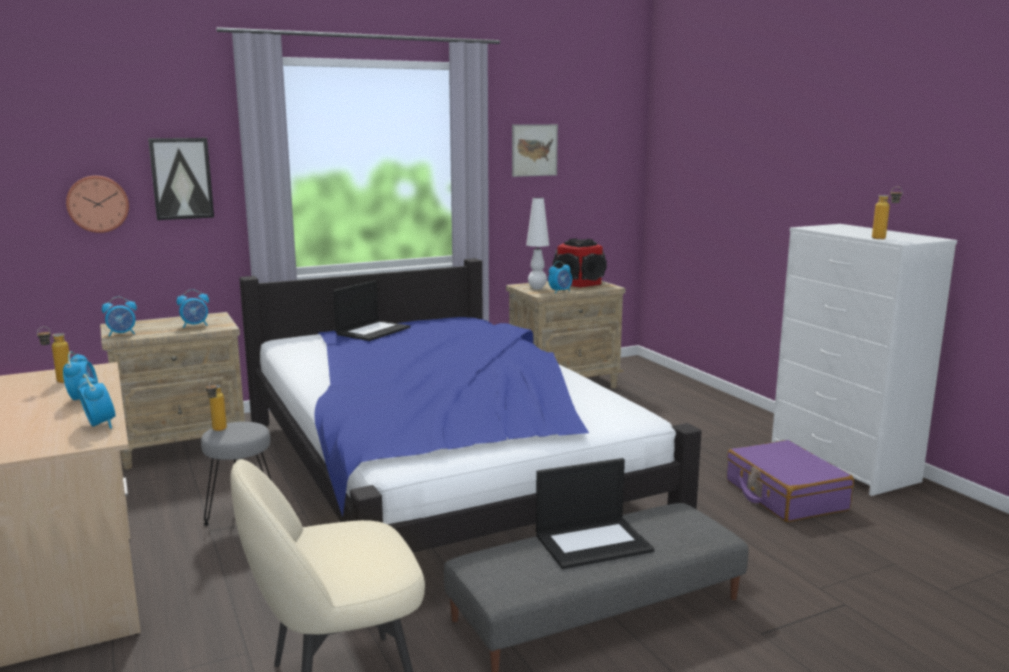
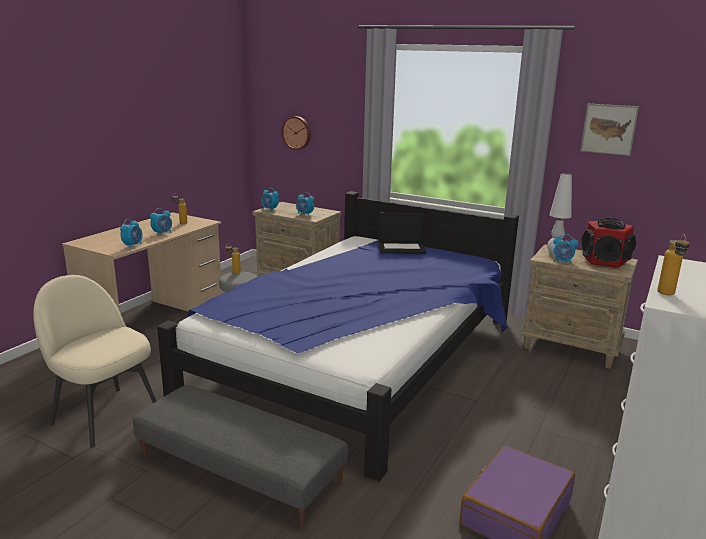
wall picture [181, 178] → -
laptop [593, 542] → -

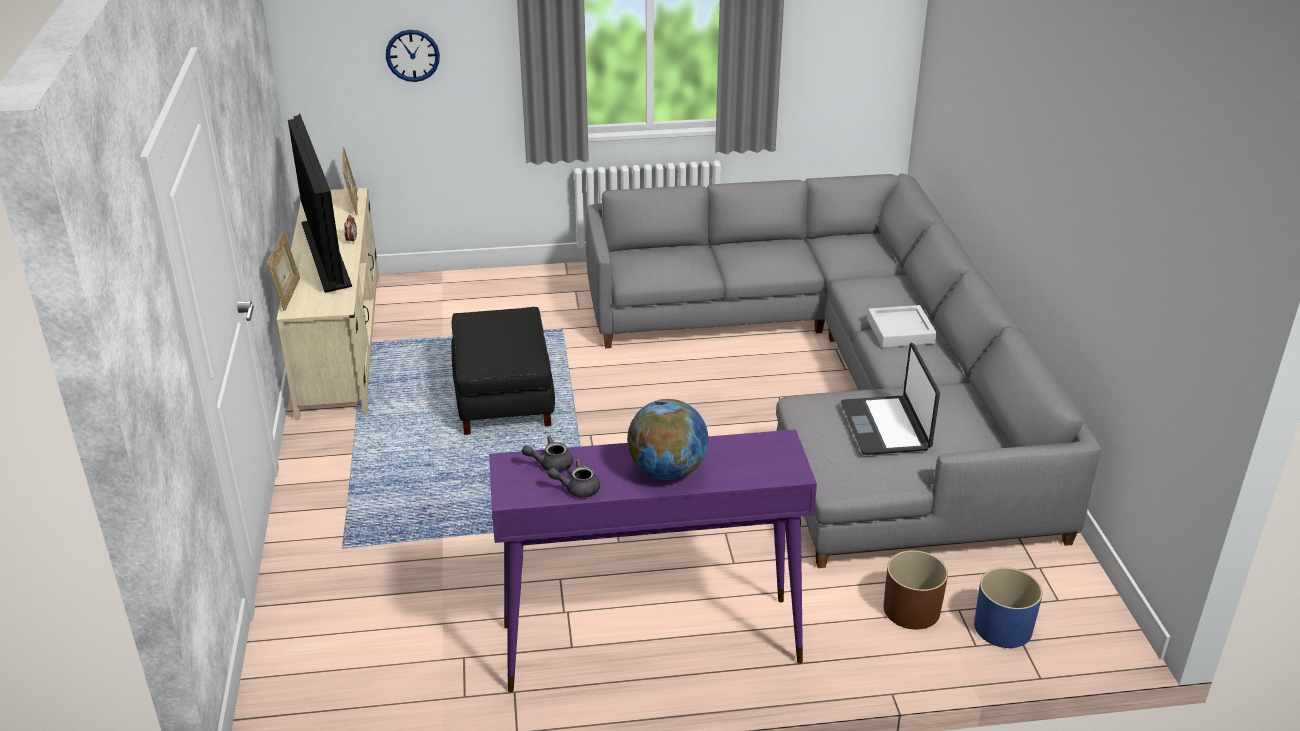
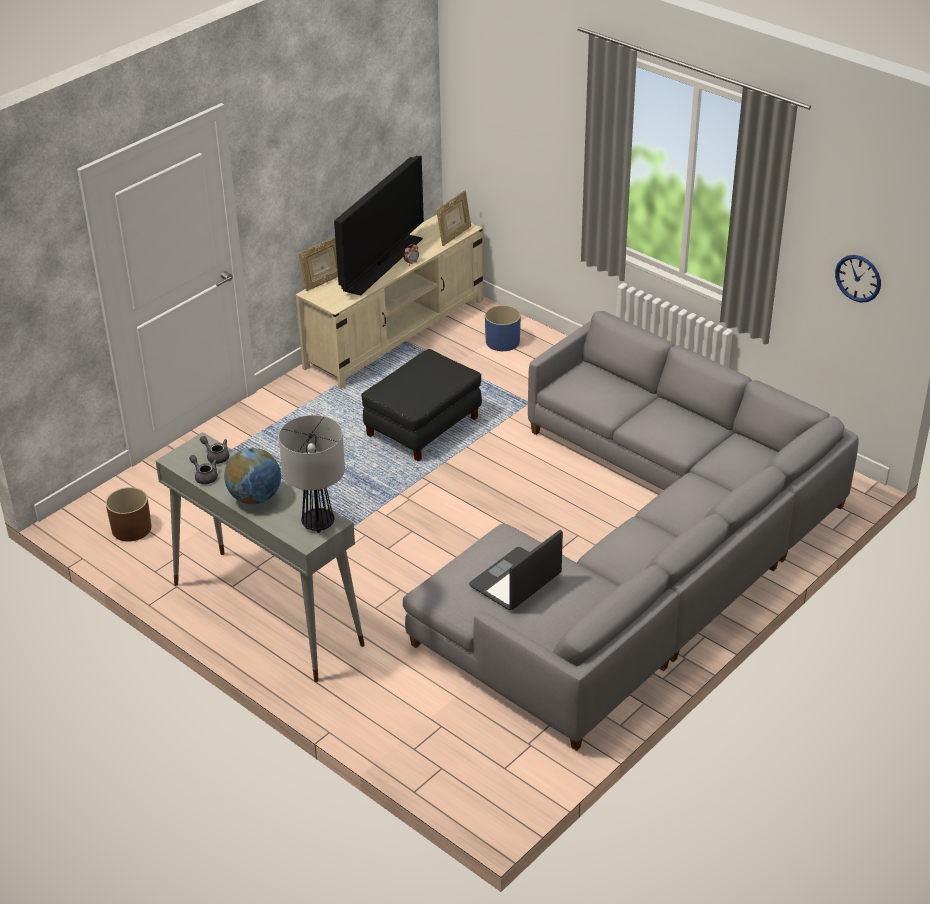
plant pot in brown-coloured [912, 609] → plant pot in brown-coloured [132, 529], relocated
console table in purple [649, 644] → console table in greyish [266, 613]
- → lamp for a table [318, 523]
plant pot in blue [1003, 627] → plant pot in blue [503, 342], relocated
clock on the wall [412, 55] → clock on the wall [858, 278], relocated
carrying tray in greyish [900, 331] → -

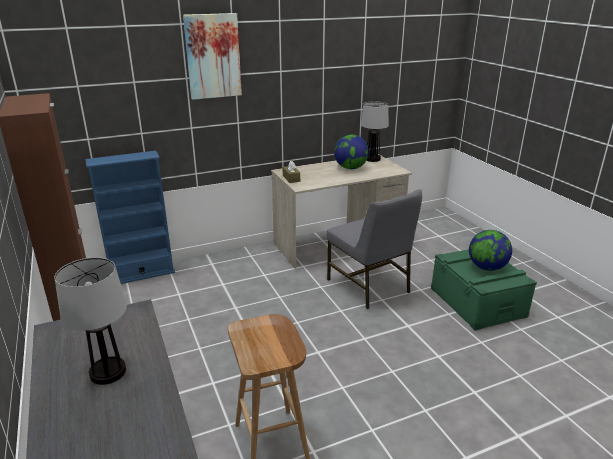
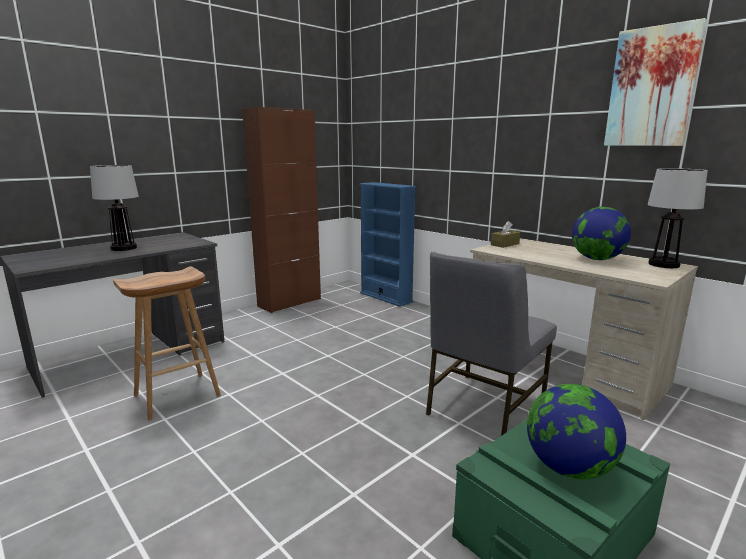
wall picture [213, 56] → wall picture [652, 88], relocated

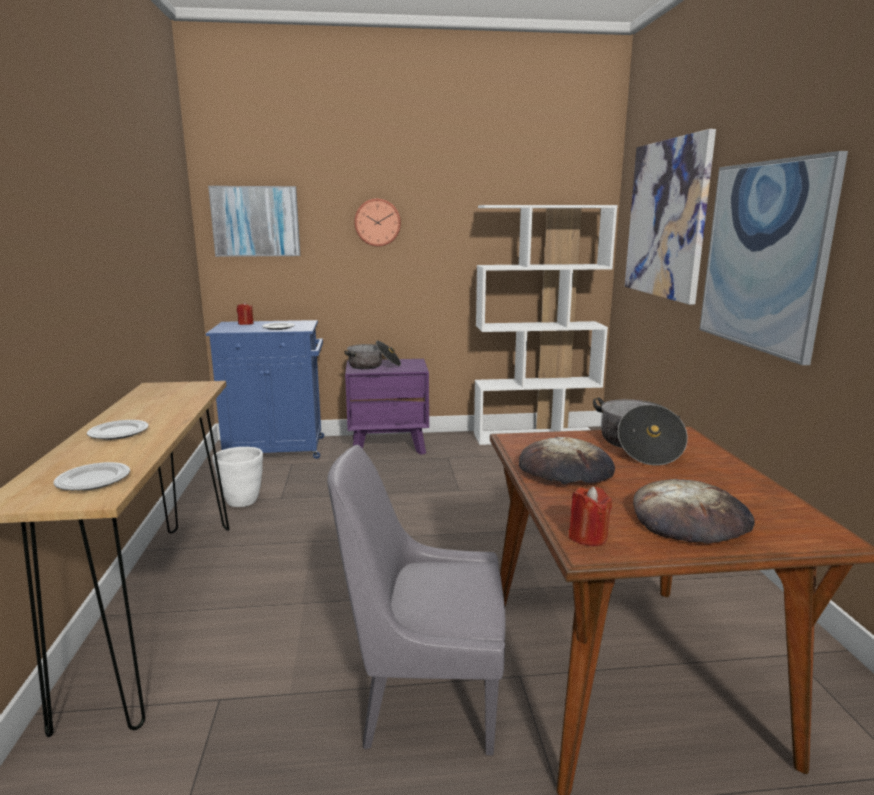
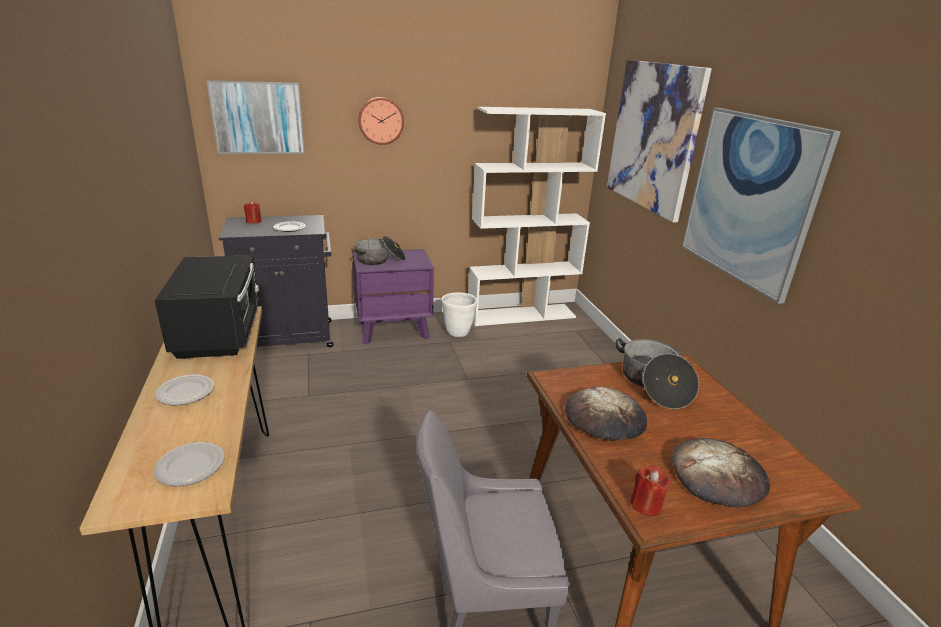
- → kitchen microwave in black [220, 333]
cabinet in blue [277, 449] → cabinet in black [289, 337]
plant pot in white [242, 501] → plant pot in white [457, 332], relocated

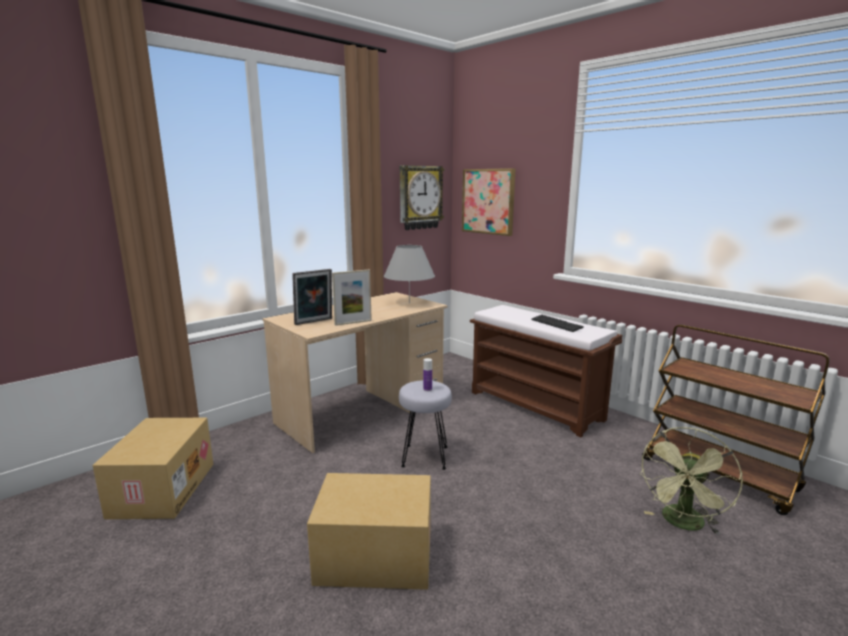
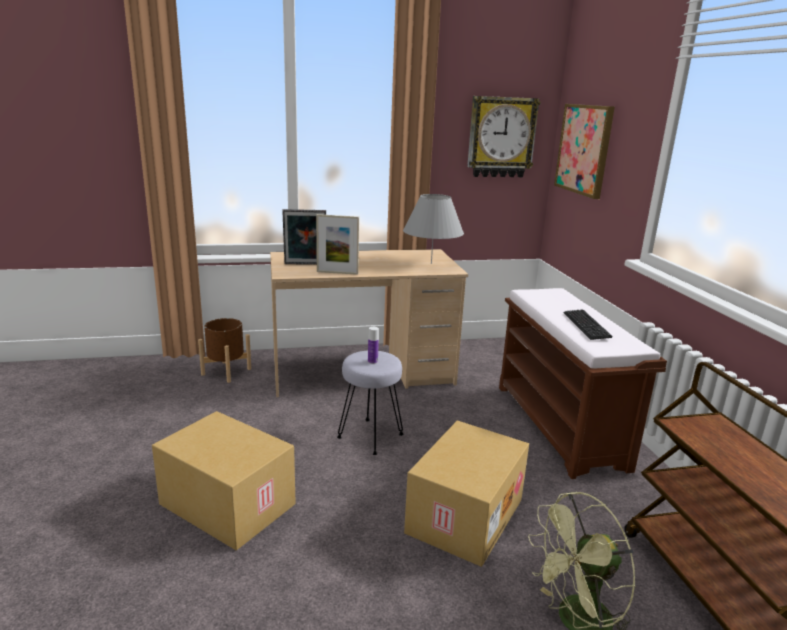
- → plant pot in brown-coloured [226, 371]
cardboard box [162, 489] → cardboard box [463, 514], relocated

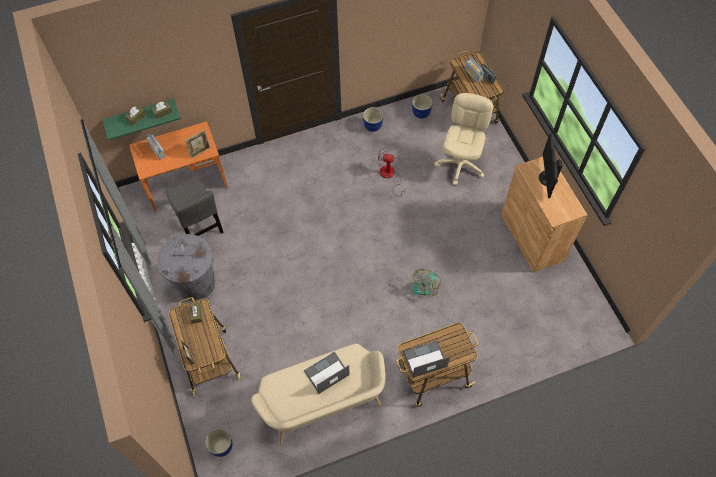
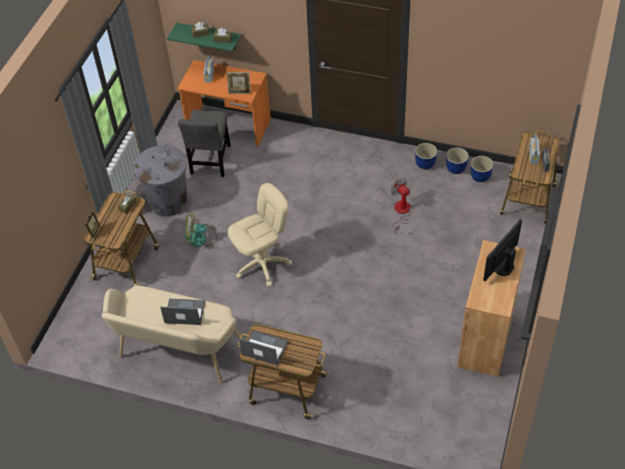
cooling fan [426, 285] → cooling fan [200, 238], relocated
office chair in beige [460, 164] → office chair in beige [262, 264], relocated
plant pot [222, 446] → plant pot [456, 169], relocated

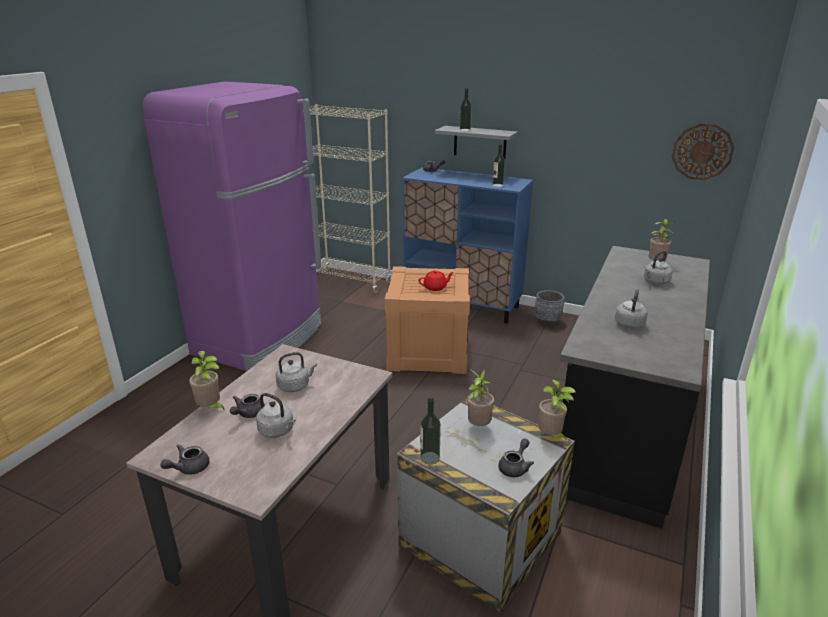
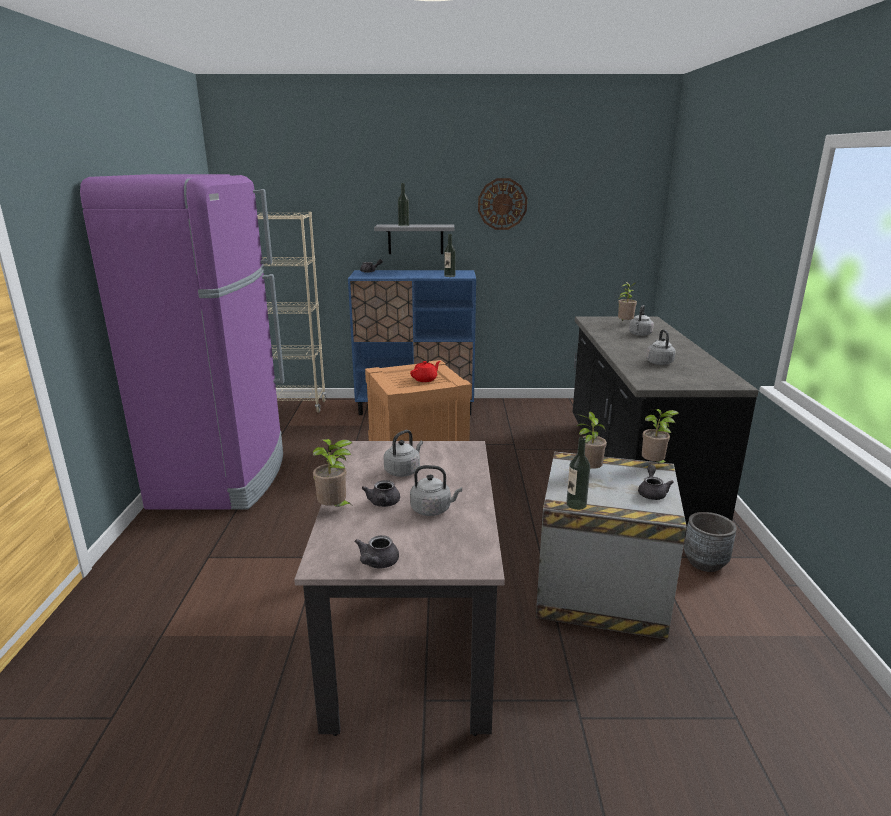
clock on the wall [702, 152] → clock on the wall [502, 204], relocated
plant pot in greyish [547, 321] → plant pot in greyish [705, 563], relocated

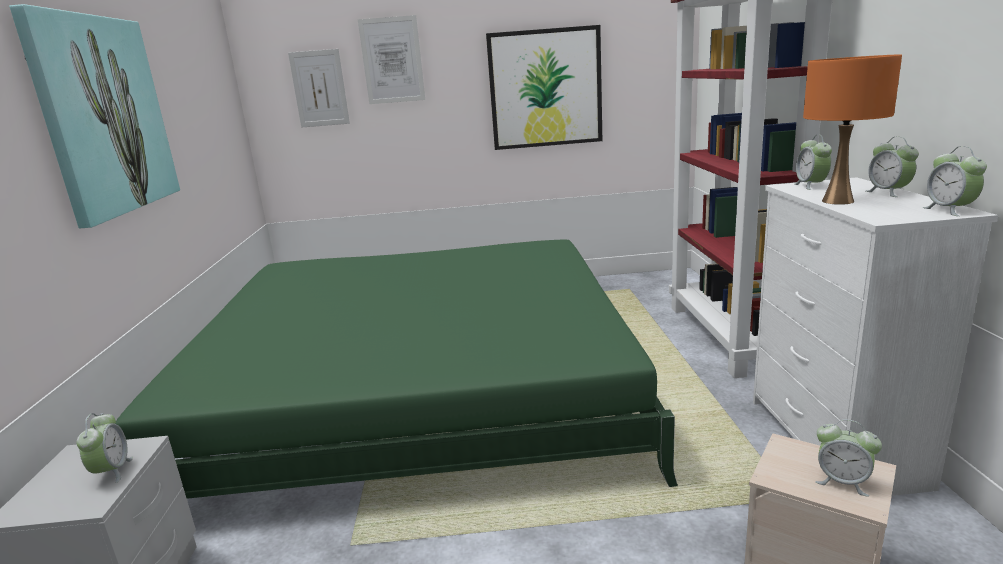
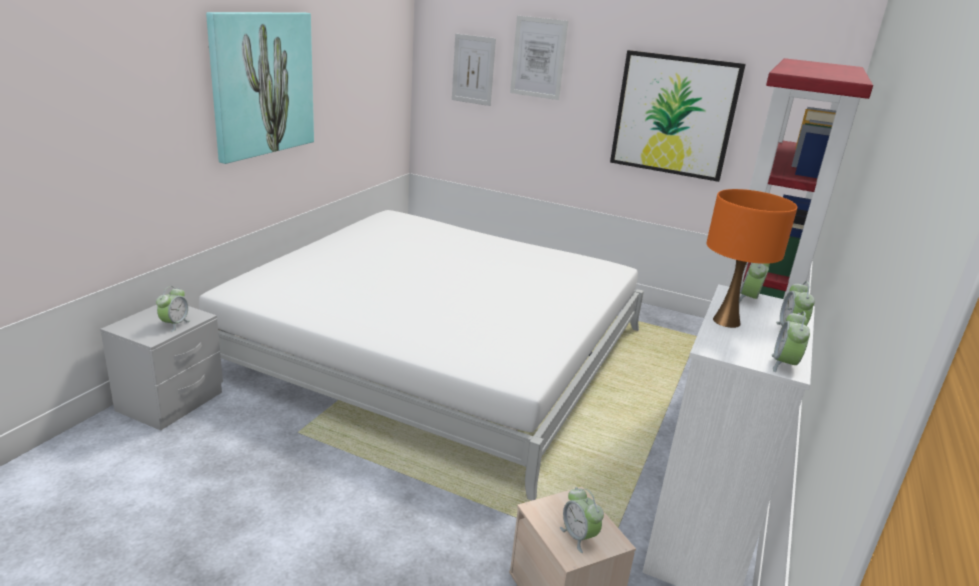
bed in greenish [419, 386] → bed in white [437, 349]

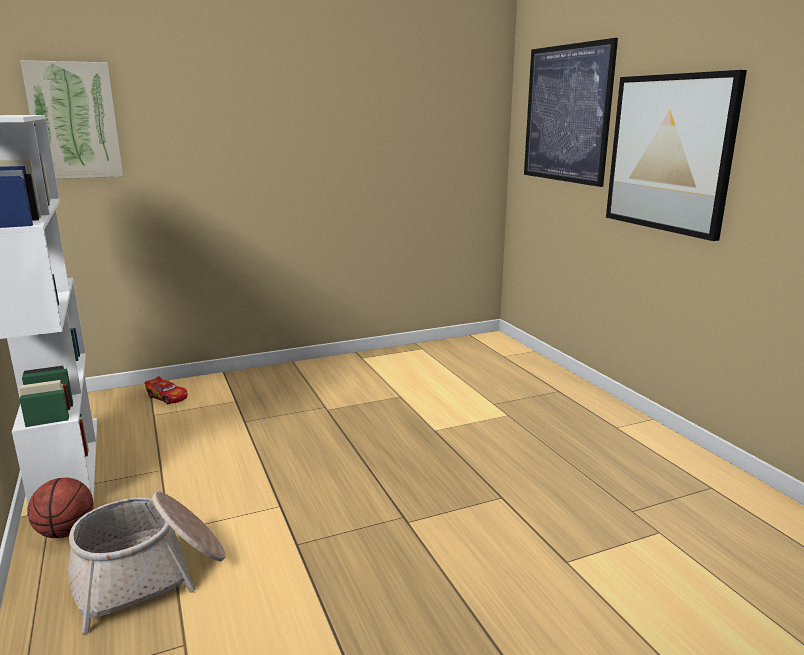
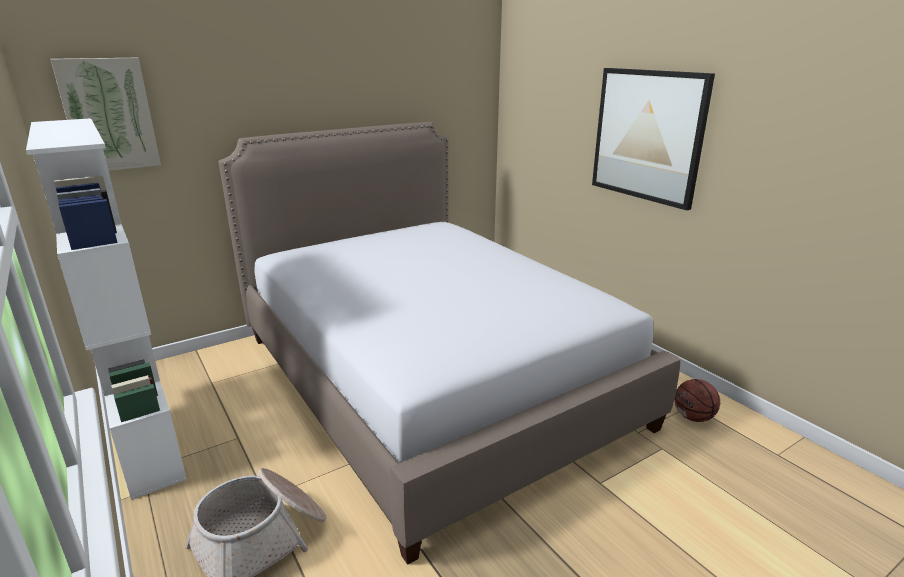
- → bed [430, 379]
ball for basketball [65, 532] → ball for basketball [693, 417], relocated
miniature car [167, 397] → -
wall picture [566, 114] → -

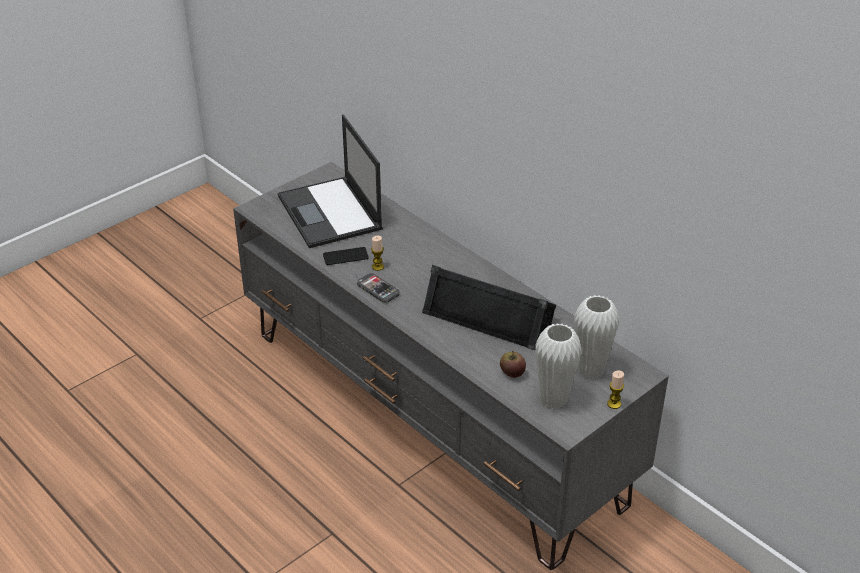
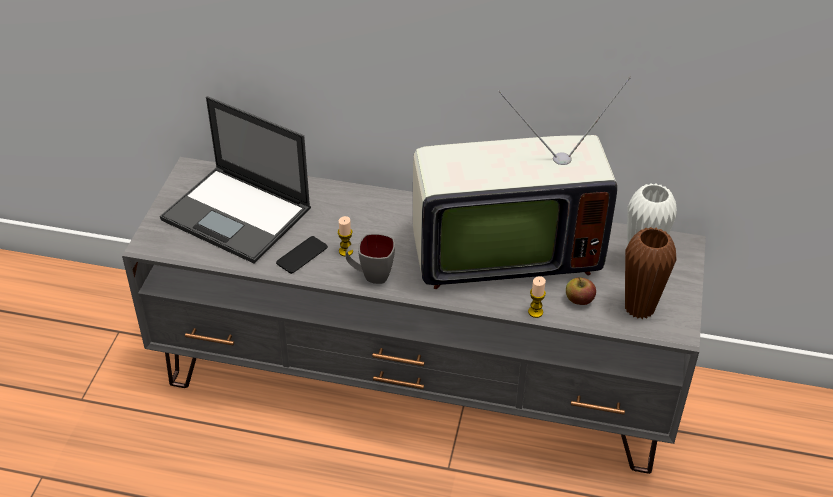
handset [378, 289] → tea mug in greyish [370, 275]
audio speaker in black [489, 315] → TV [501, 251]
candle [614, 404] → candle [535, 312], relocated
flower vase in white [553, 399] → flower vase in brown-coloured [639, 308]

